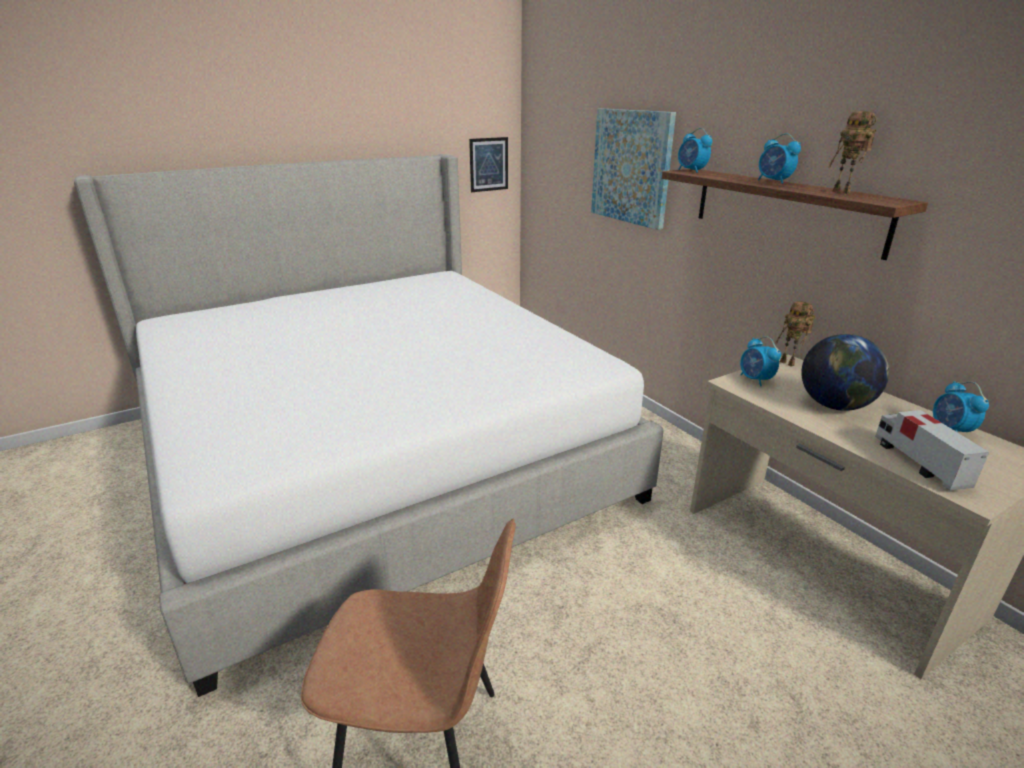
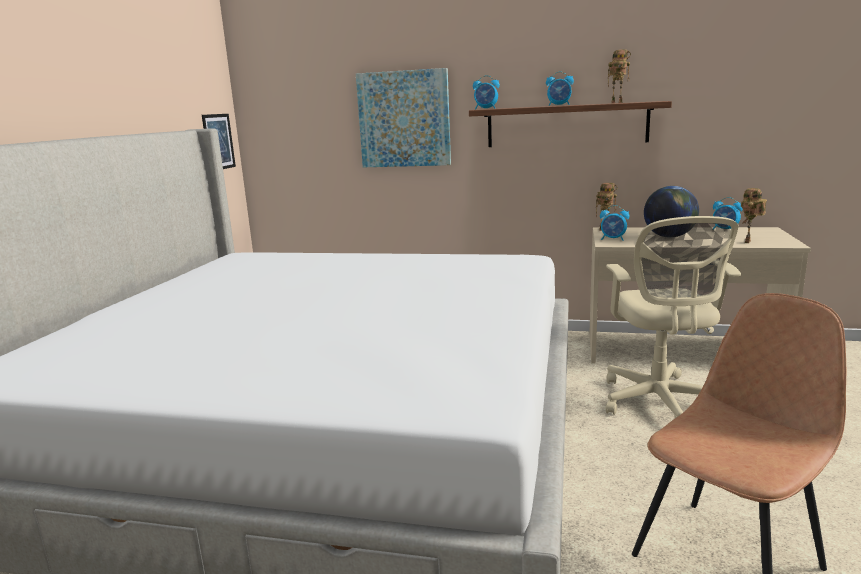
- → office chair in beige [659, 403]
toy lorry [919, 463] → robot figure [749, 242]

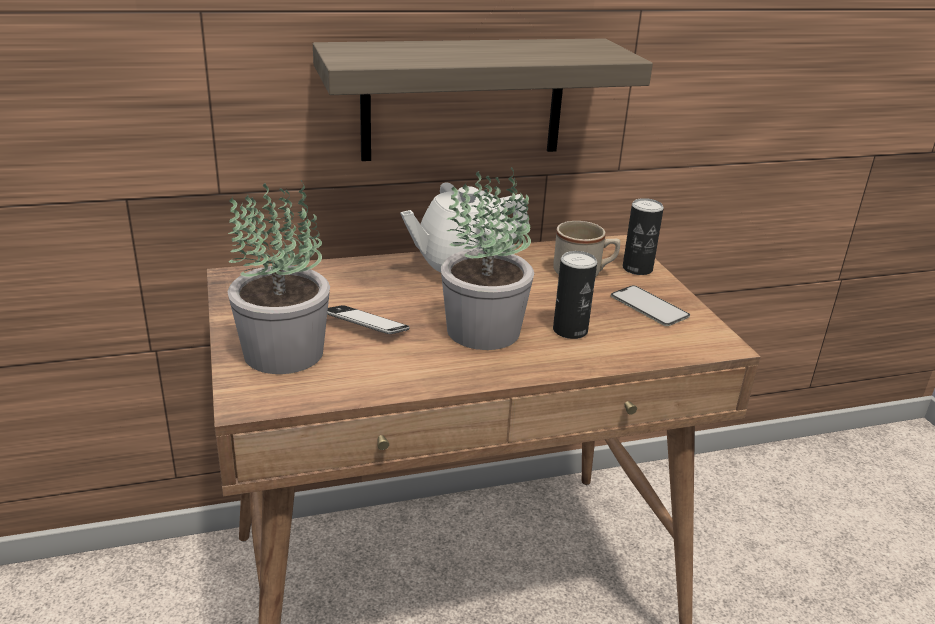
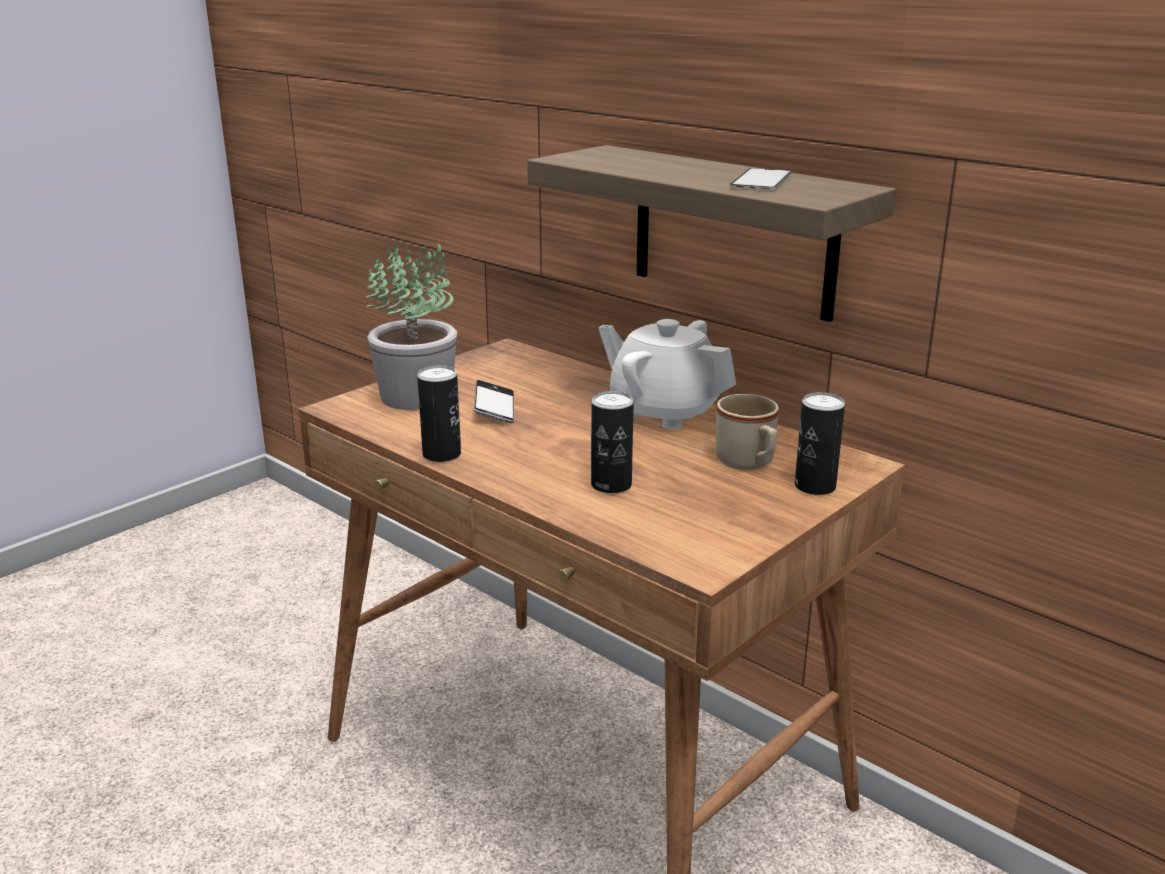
- → can [441, 454]
handset [649, 306] → handset [761, 180], relocated
plant in a pot [482, 329] → -

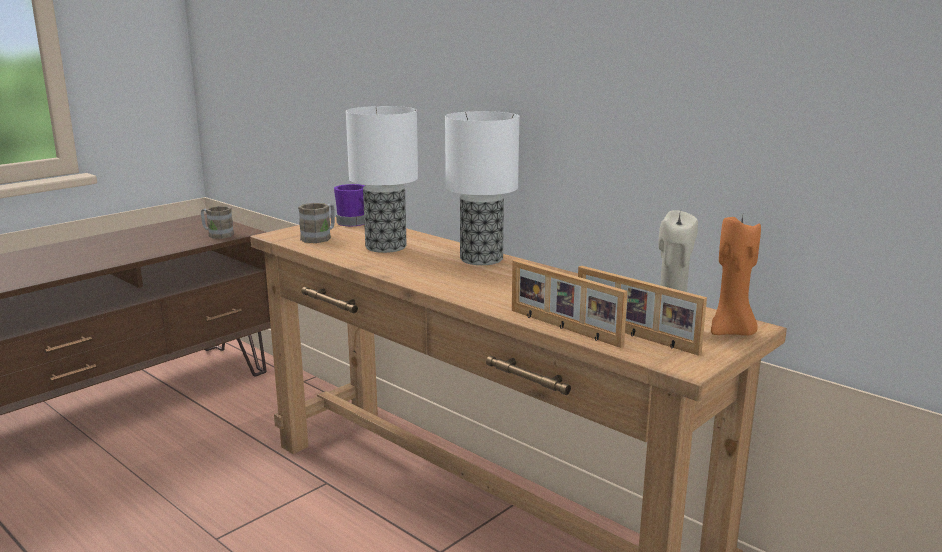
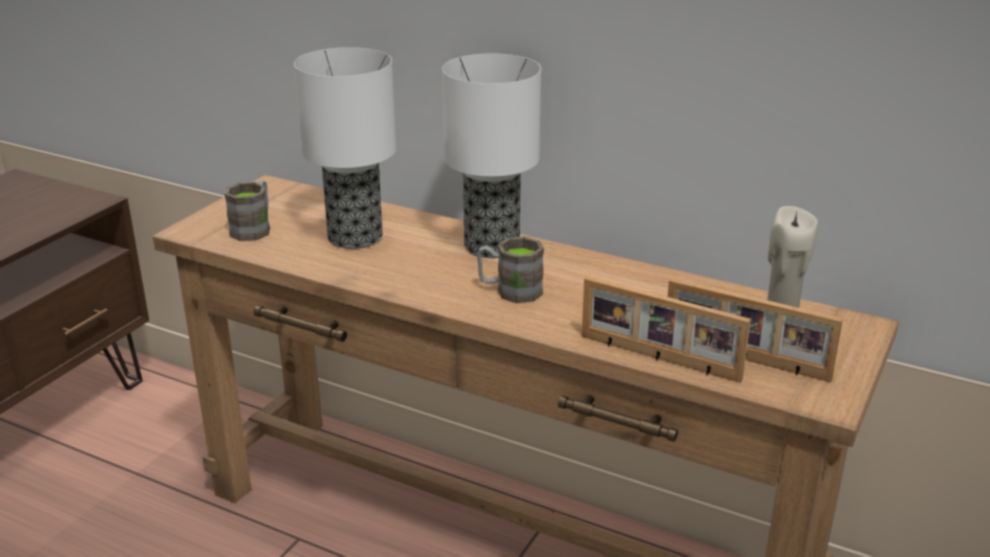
tea mug in brown-coloured [217, 234] → tea mug in brown-coloured [510, 291], relocated
tea mug in purple [354, 223] → -
candle in orange [731, 332] → -

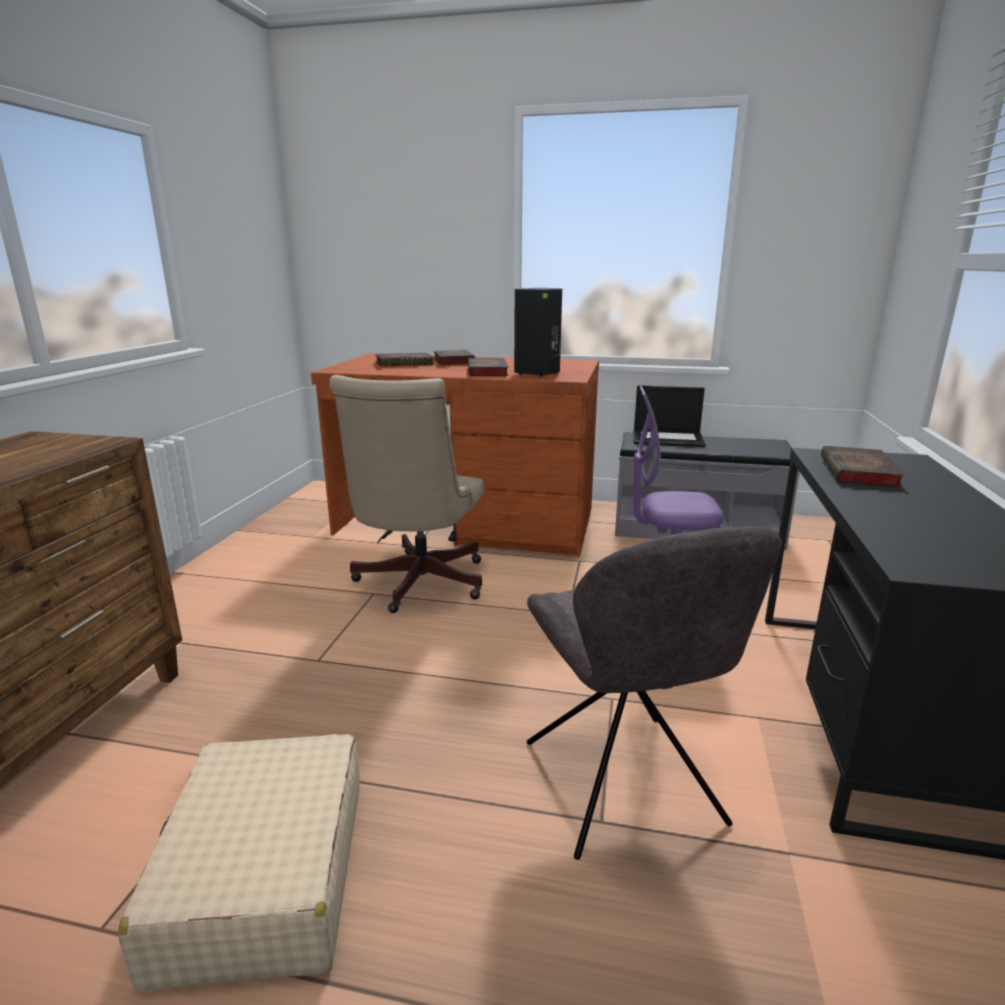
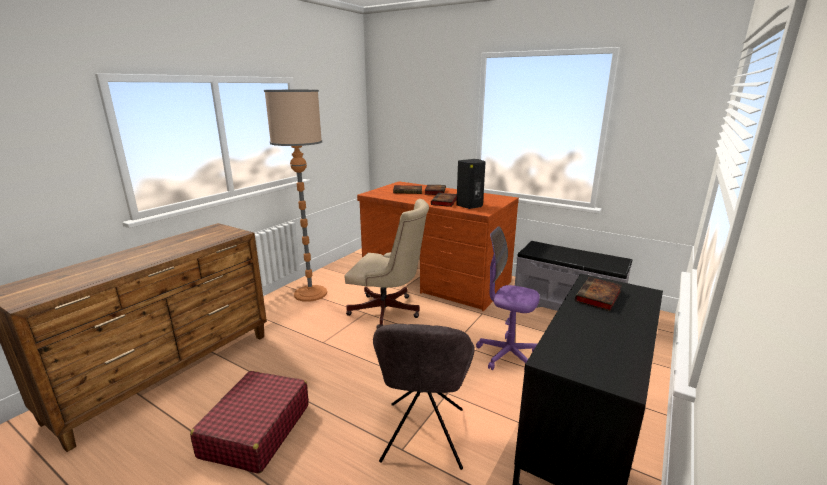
travel case in beige [264, 875] → travel case in red-coloured [256, 430]
- → floor lamp [310, 293]
office chair in beige [417, 585] → office chair in beige [388, 312], 105 degrees counterclockwise
laptop [668, 439] → -

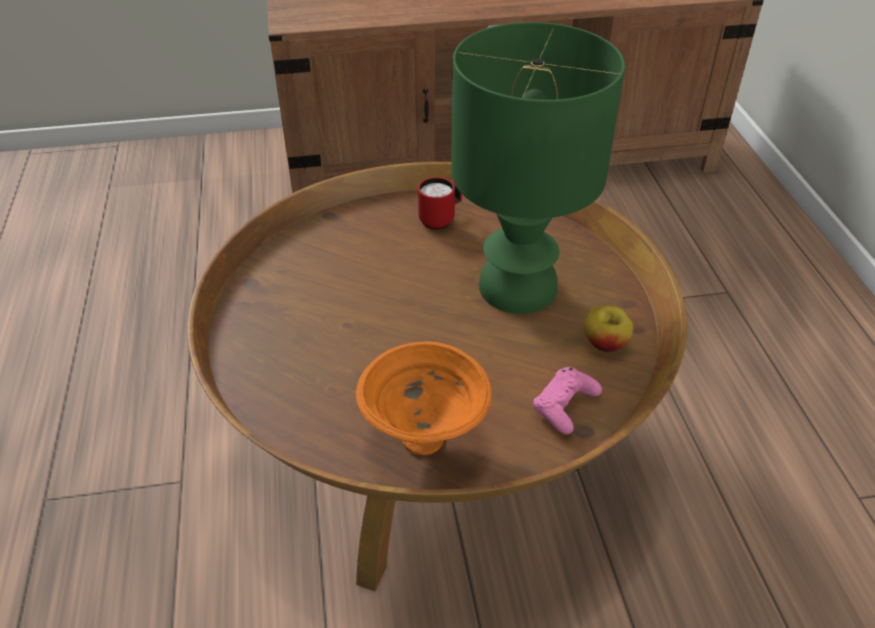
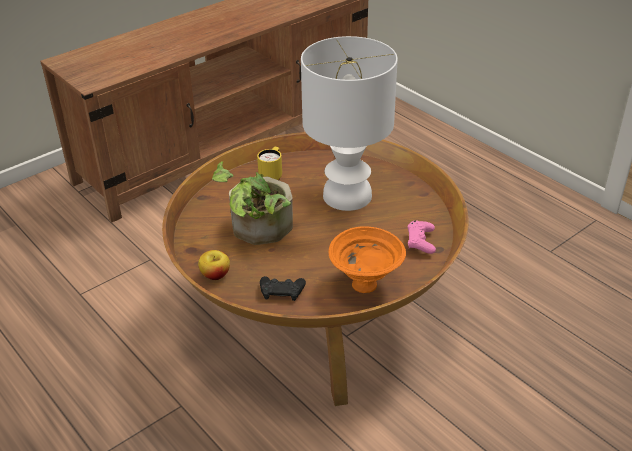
apple fruit [605, 343] → apple fruit [215, 275], relocated
- → plant in a pot [257, 231]
tea mug in red-coloured [441, 219] → tea mug in yellowish [272, 176]
- → joypad in black [282, 291]
lamp for a table in greenish [517, 285] → lamp for a table in white [346, 195]

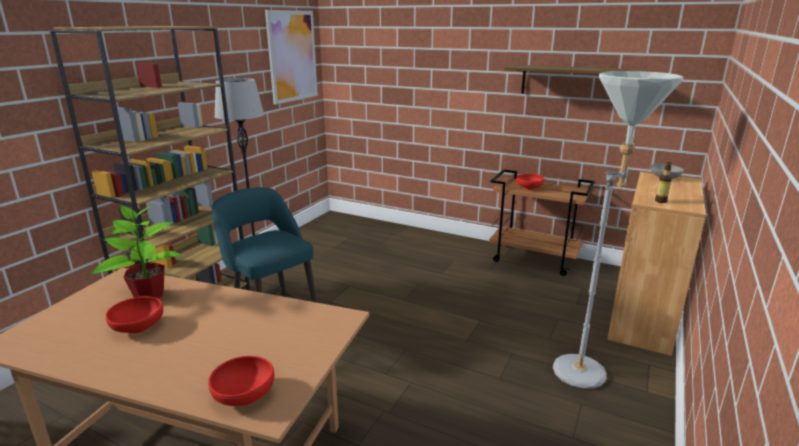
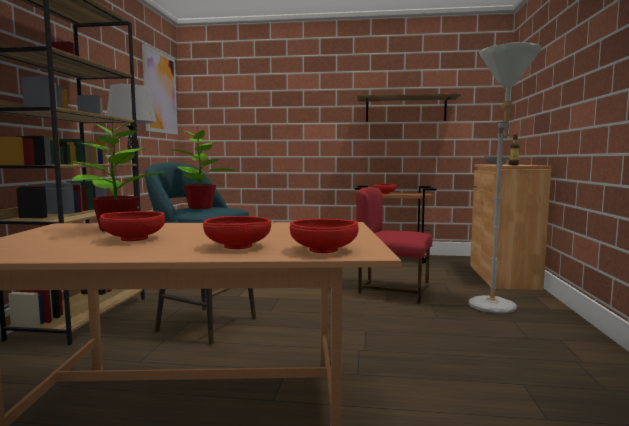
- → plant in a pot [201, 207]
- → deep dish in red-coloured [237, 246]
- → upright chair in red-coloured [393, 290]

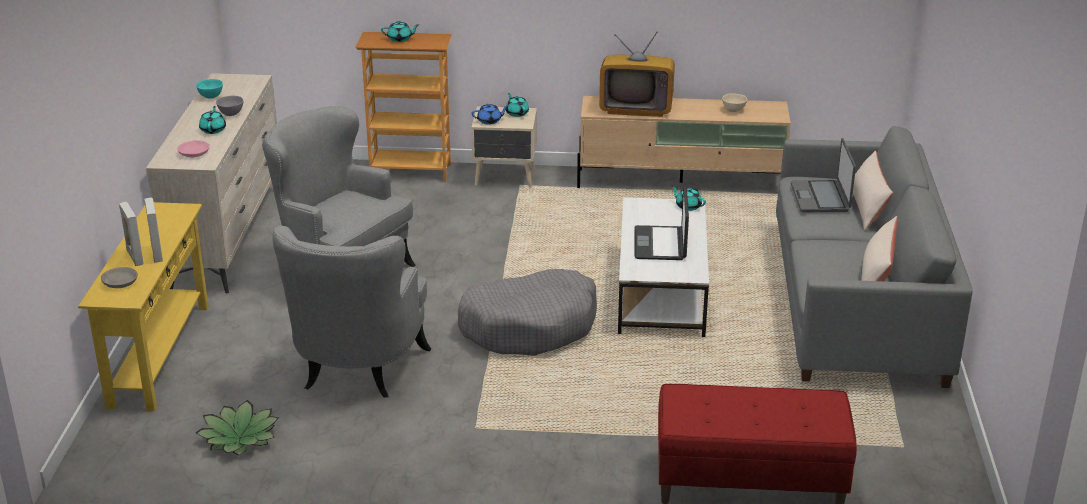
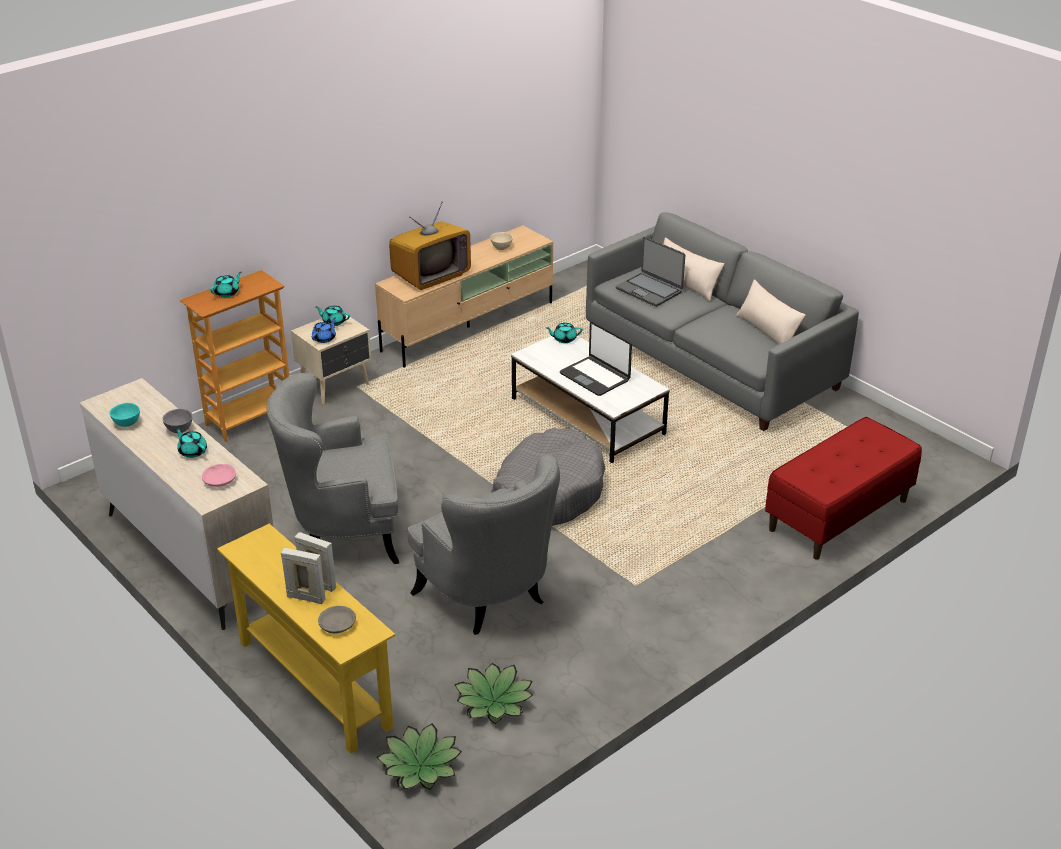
- → plant in a pot [420, 766]

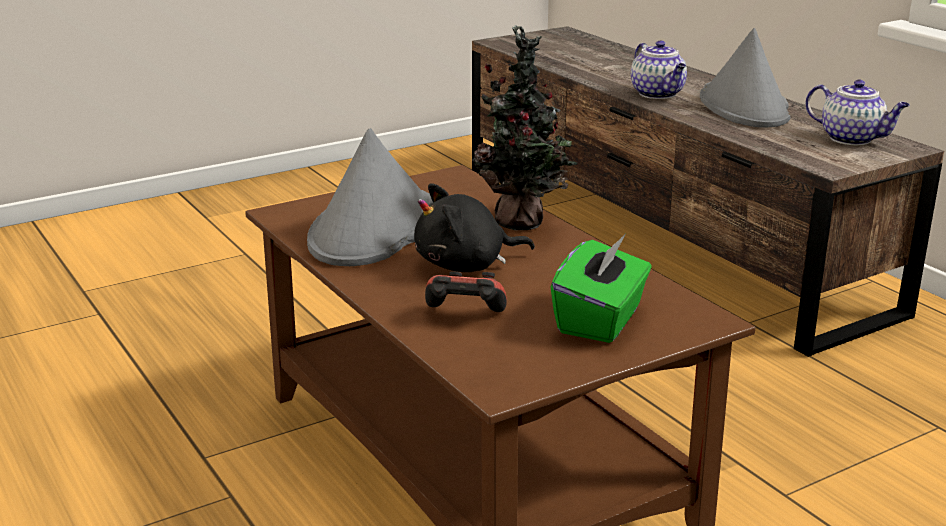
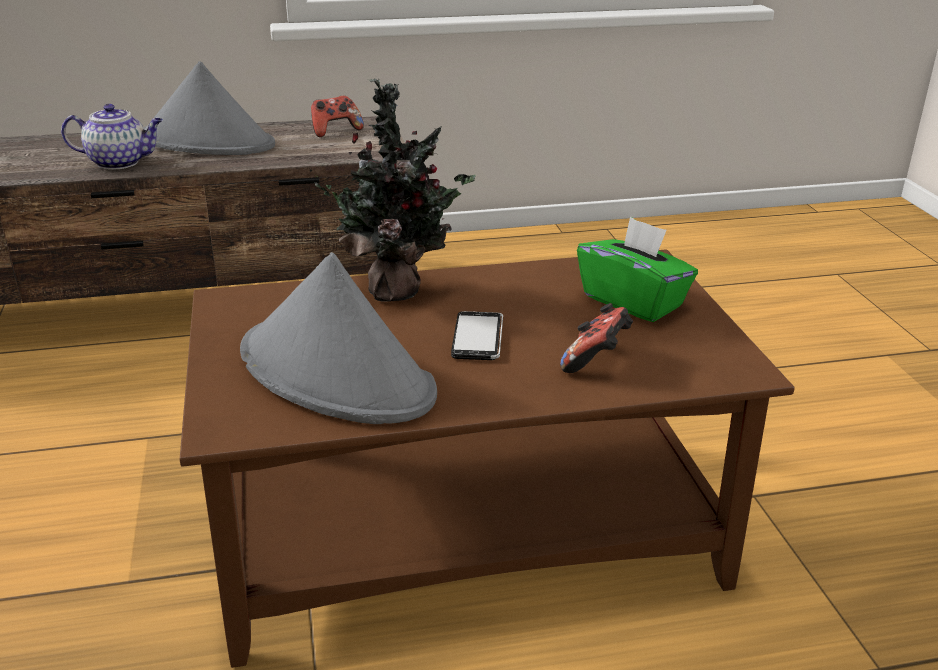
teapot [852, 139] → joypad [335, 131]
soft toy in black [466, 265] → handset [478, 338]

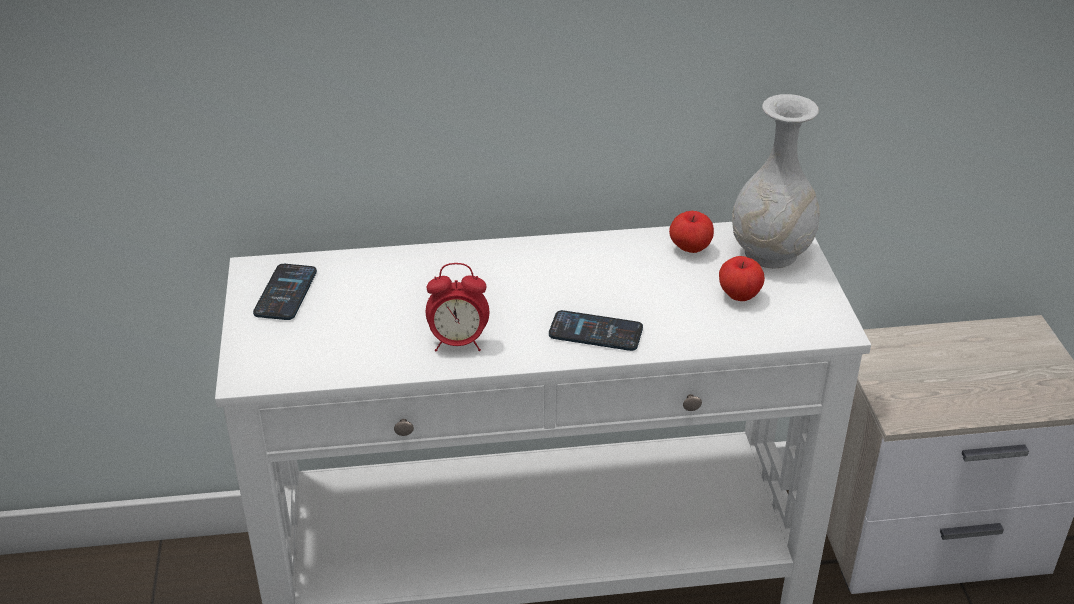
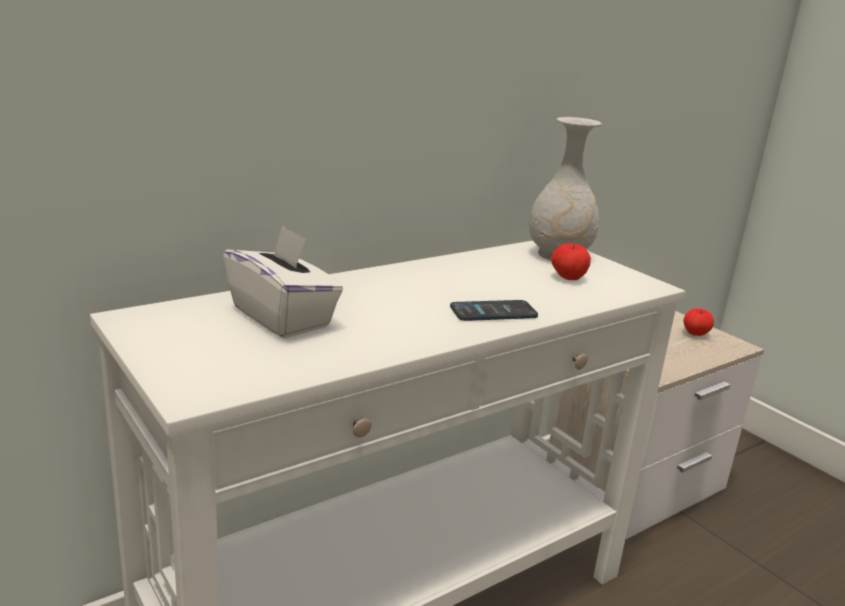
- → box of tissues in white [282, 317]
apple fruit [690, 248] → apple fruit [695, 334], relocated
handset [285, 293] → -
table clock [458, 343] → -

